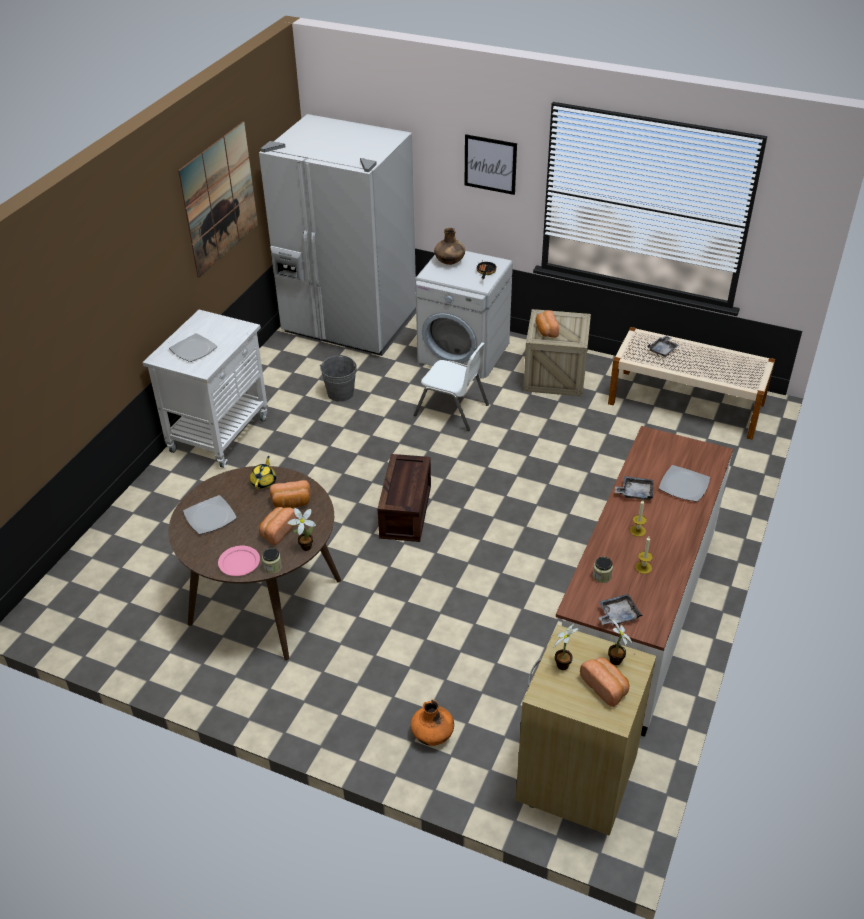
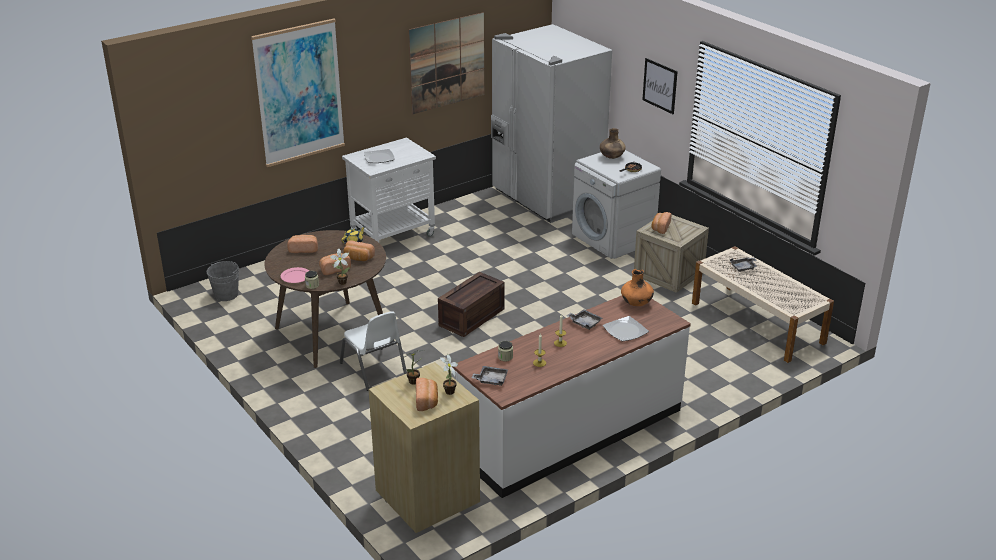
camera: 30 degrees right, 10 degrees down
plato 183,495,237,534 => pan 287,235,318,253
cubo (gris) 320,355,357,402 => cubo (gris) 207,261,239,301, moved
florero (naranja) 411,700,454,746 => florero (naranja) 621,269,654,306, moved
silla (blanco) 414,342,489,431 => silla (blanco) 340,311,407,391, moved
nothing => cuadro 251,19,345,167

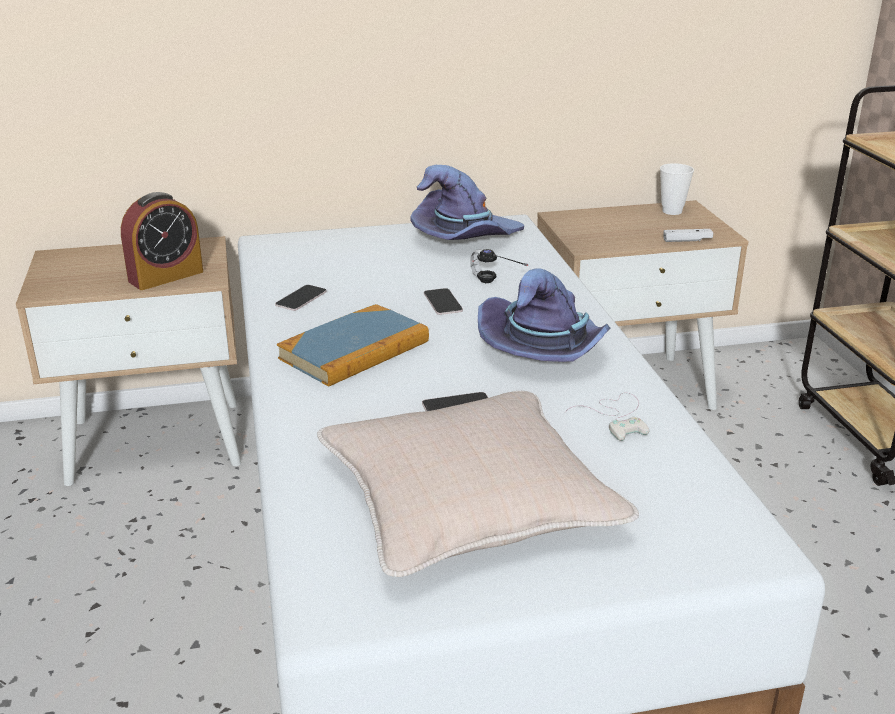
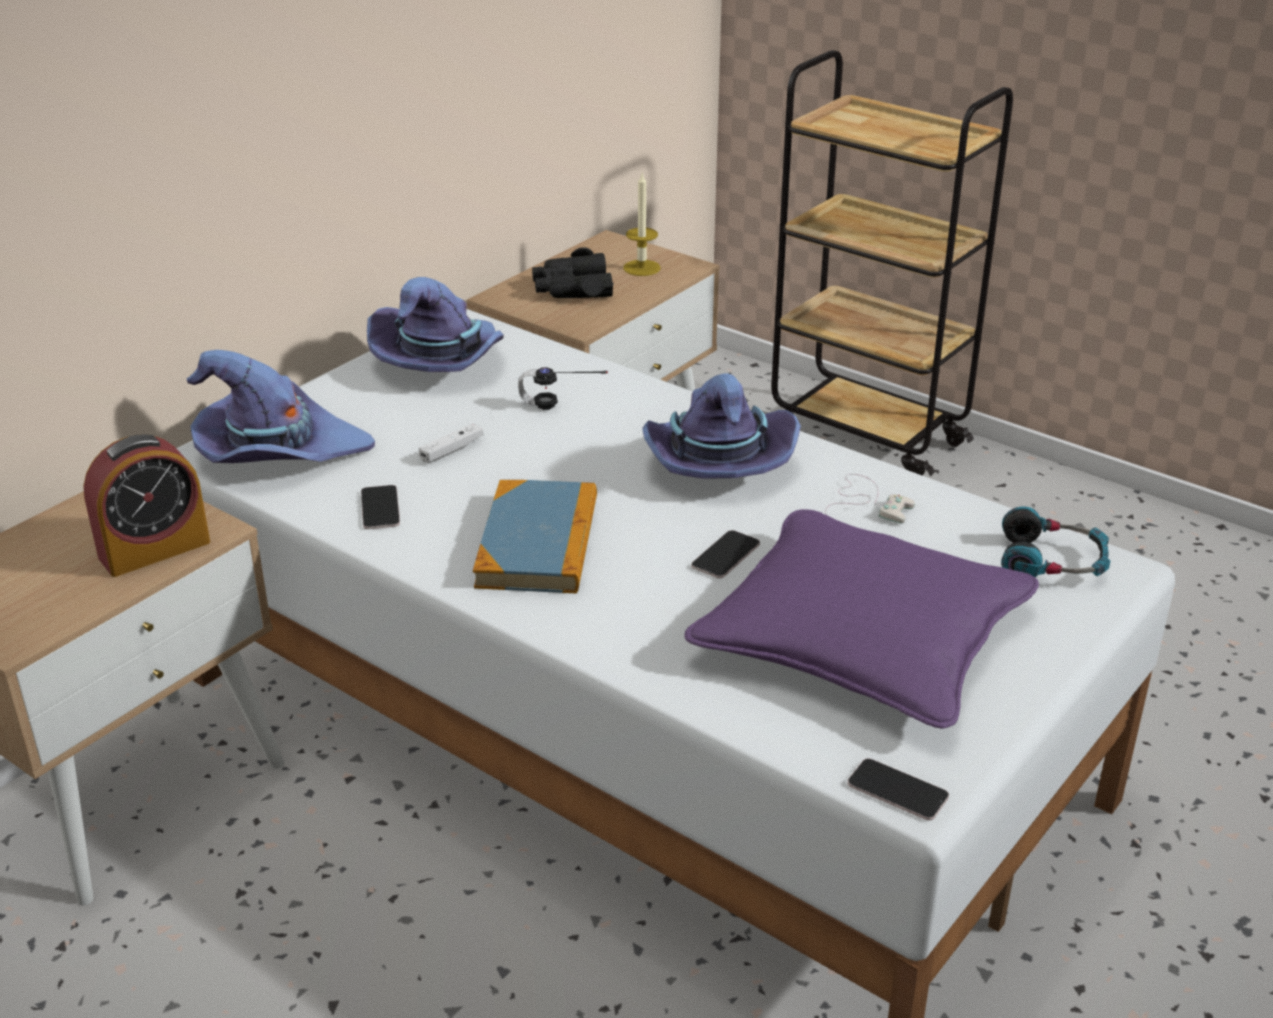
camera: 40 degrees left, 5 degrees up
despertador 121,192,203,290 => despertador 83,434,210,577, 45 degrees clockwise
cojín (beis) 317,391,639,577 => cojín (morado) 684,509,1039,729
móvil 424,288,463,315 => móvil 847,758,949,820, moved
taza 660,163,694,215 => nothing
mando de consola (blanco) 663,229,713,242 => mando de consola (blanco) 419,423,483,464, moved
nothing => sombrero (morado) 187,350,375,463
nothing => prismáticos (negro) 532,248,613,298
nothing => vela 623,174,661,276
nothing => auriculares 1001,506,1111,577

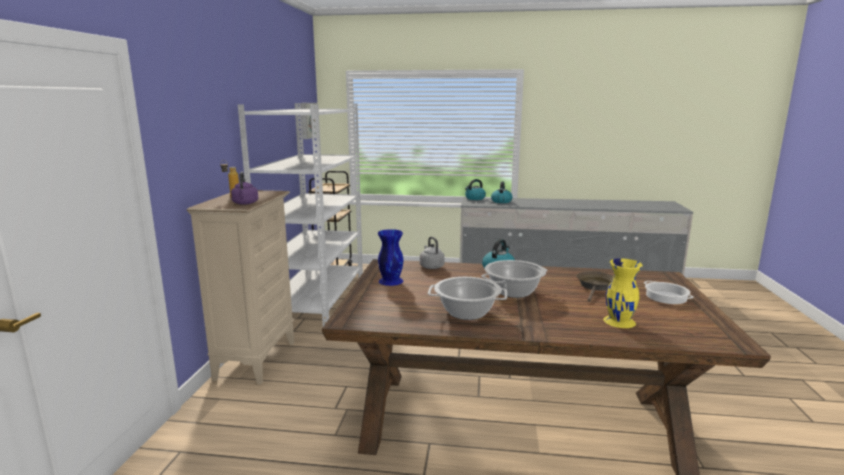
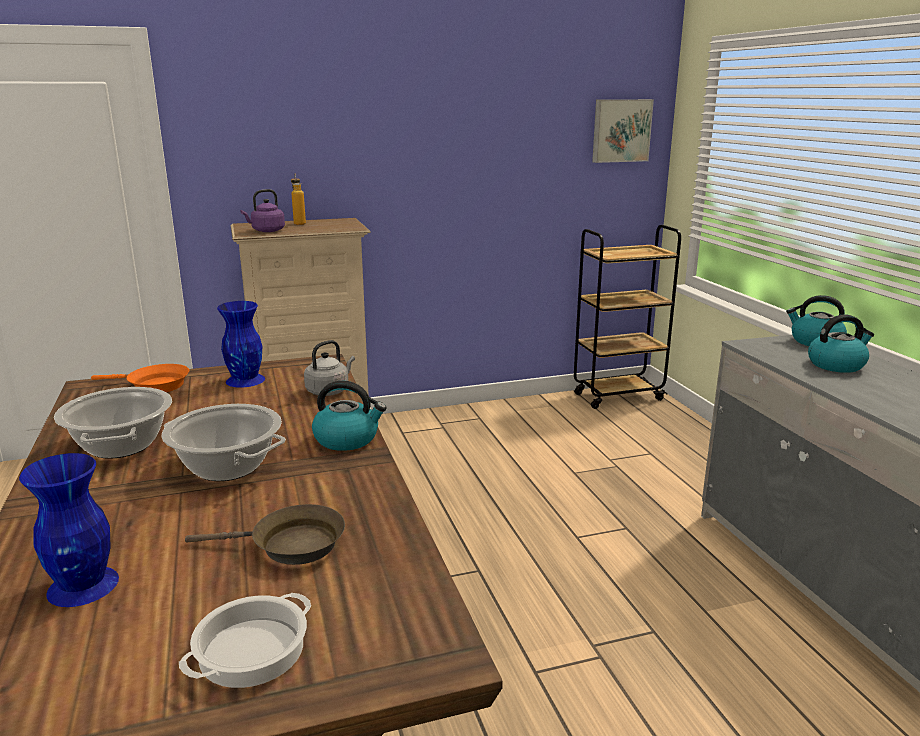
camera: 65 degrees right, 5 degrees up
estantería (blanco) 238,103,363,326 => nothing
florero (amarillo) 603,258,643,328 => florero (azul) 19,453,119,607
nothing => sartén (naranja) 91,364,189,392

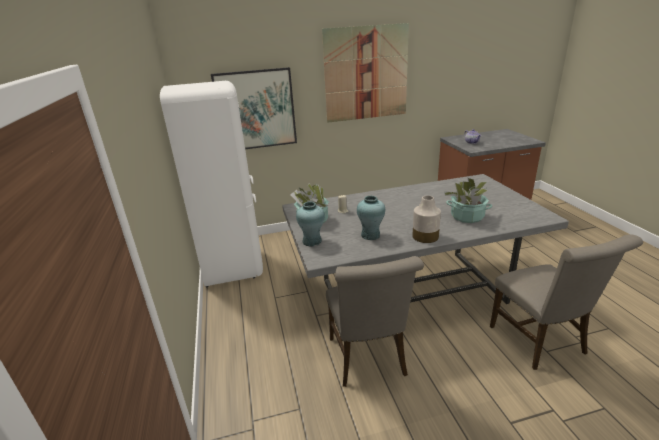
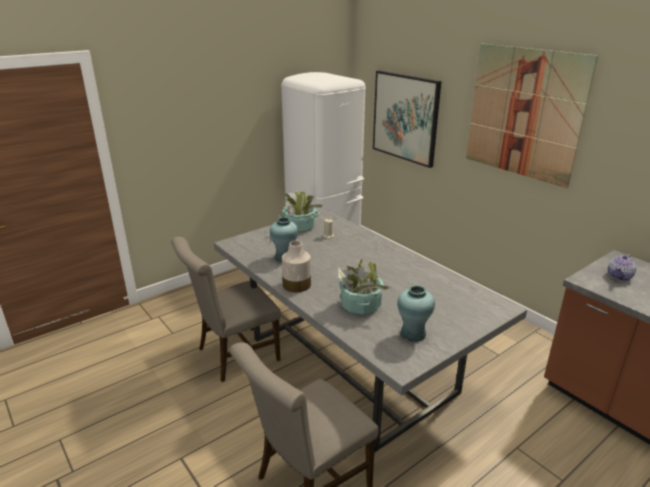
camera: 65 degrees right, 0 degrees up
florero (turquesa) 296,201,325,246 => florero (turquesa) 397,285,435,342, moved

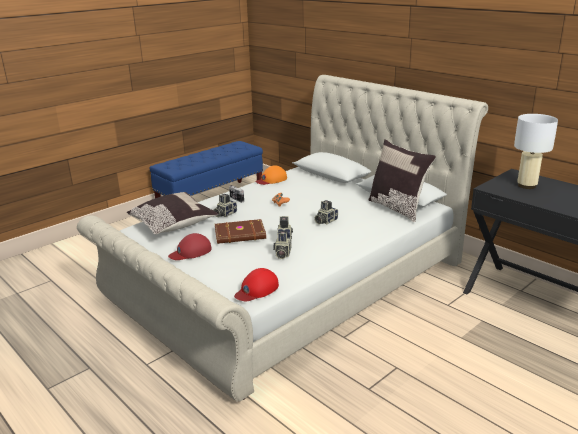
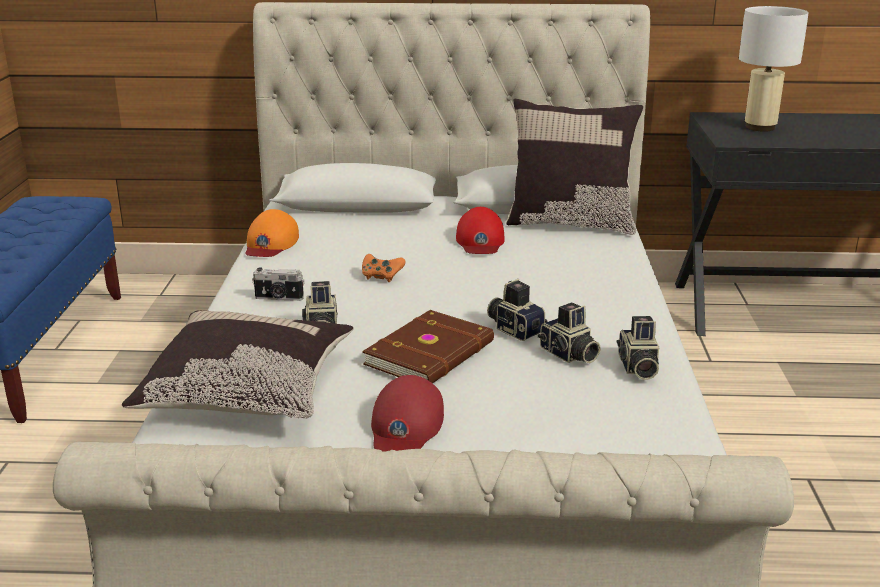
camera: 45 degrees left, 0 degrees up
gorra (rojo) 234,268,279,301 => gorra (rojo) 456,207,505,254, moved
cámara 314,200,338,224 => cámara 617,316,659,380, moved

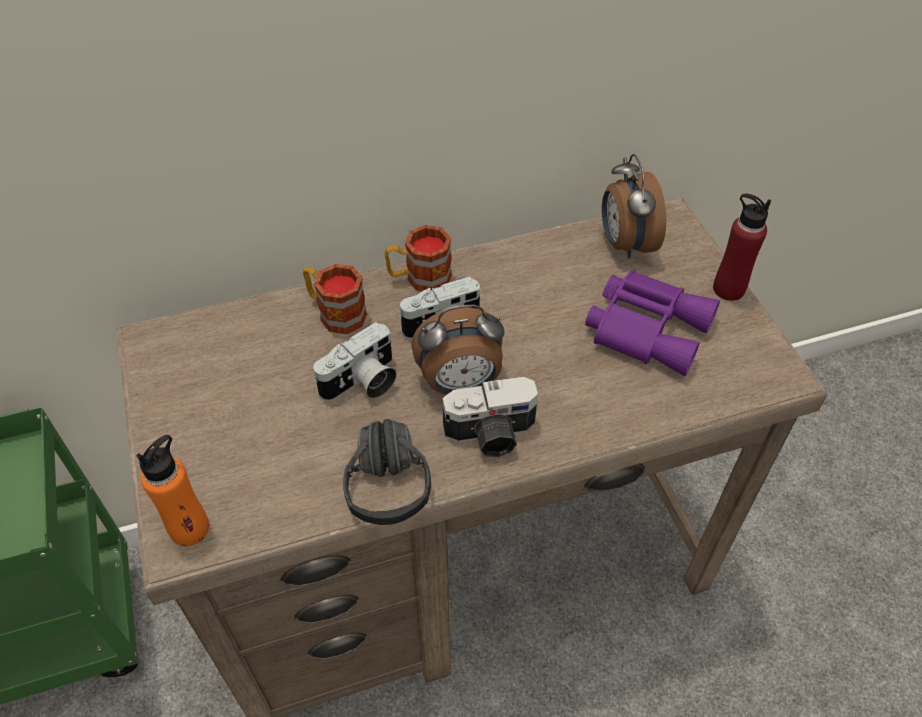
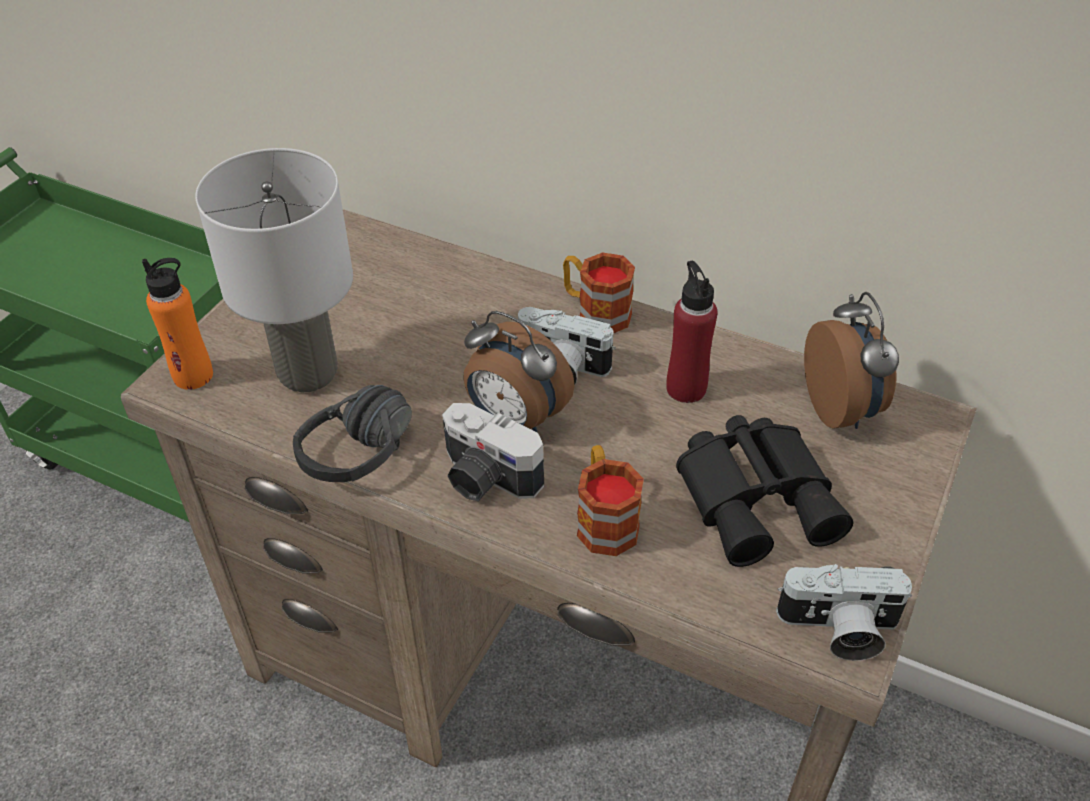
camera: 45 degrees right, 5 degrees down
taza grande 303,264,367,334 => taza grande 577,445,644,556, moved
cámara 313,322,397,401 => cámara 776,564,912,661, moved
prismáticos (morado) 585,270,720,376 => prismáticos (negro) 676,415,853,567
despertador 602,154,666,259 => despertador 804,292,899,429, 135 degrees clockwise
botella (rojo) 713,193,771,301 => botella (rojo) 666,261,718,403, moved
nothing => lámpara de mesa (blanco) 195,148,353,393

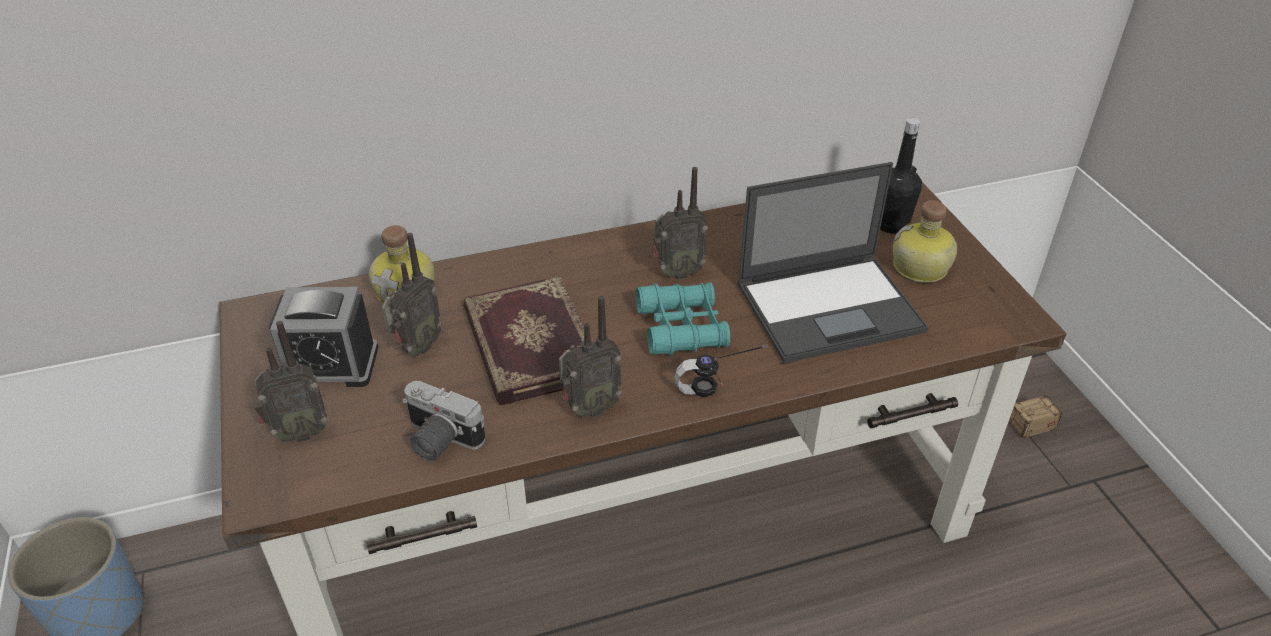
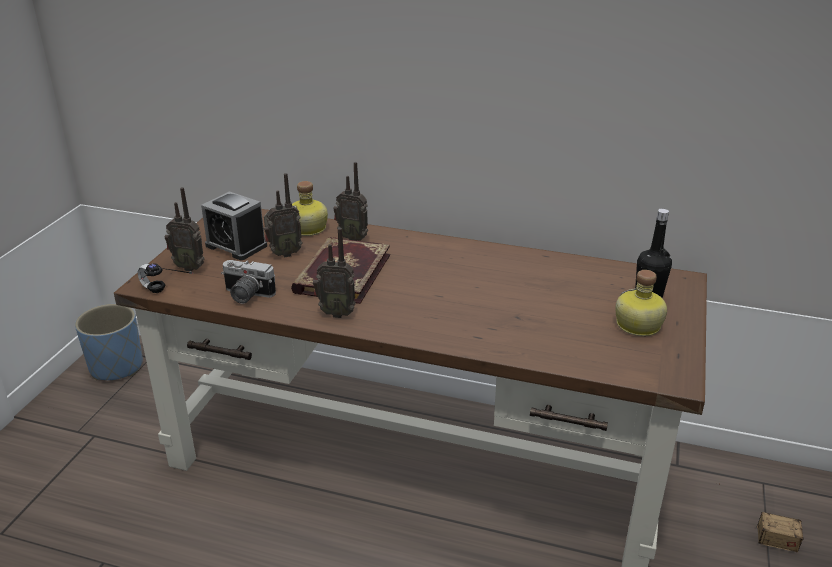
camera: 35 degrees right, 10 degrees down
cámara 402,381,485,461 => cámara 221,260,276,304, 45 degrees counterclockwise
prismáticos (turquesa) 636,282,730,355 => nothing
radio 654,167,708,280 => radio 333,162,368,241, moved
auriculares 674,345,768,397 => auriculares 138,263,193,293, moved
portátil 738,162,929,363 => nothing

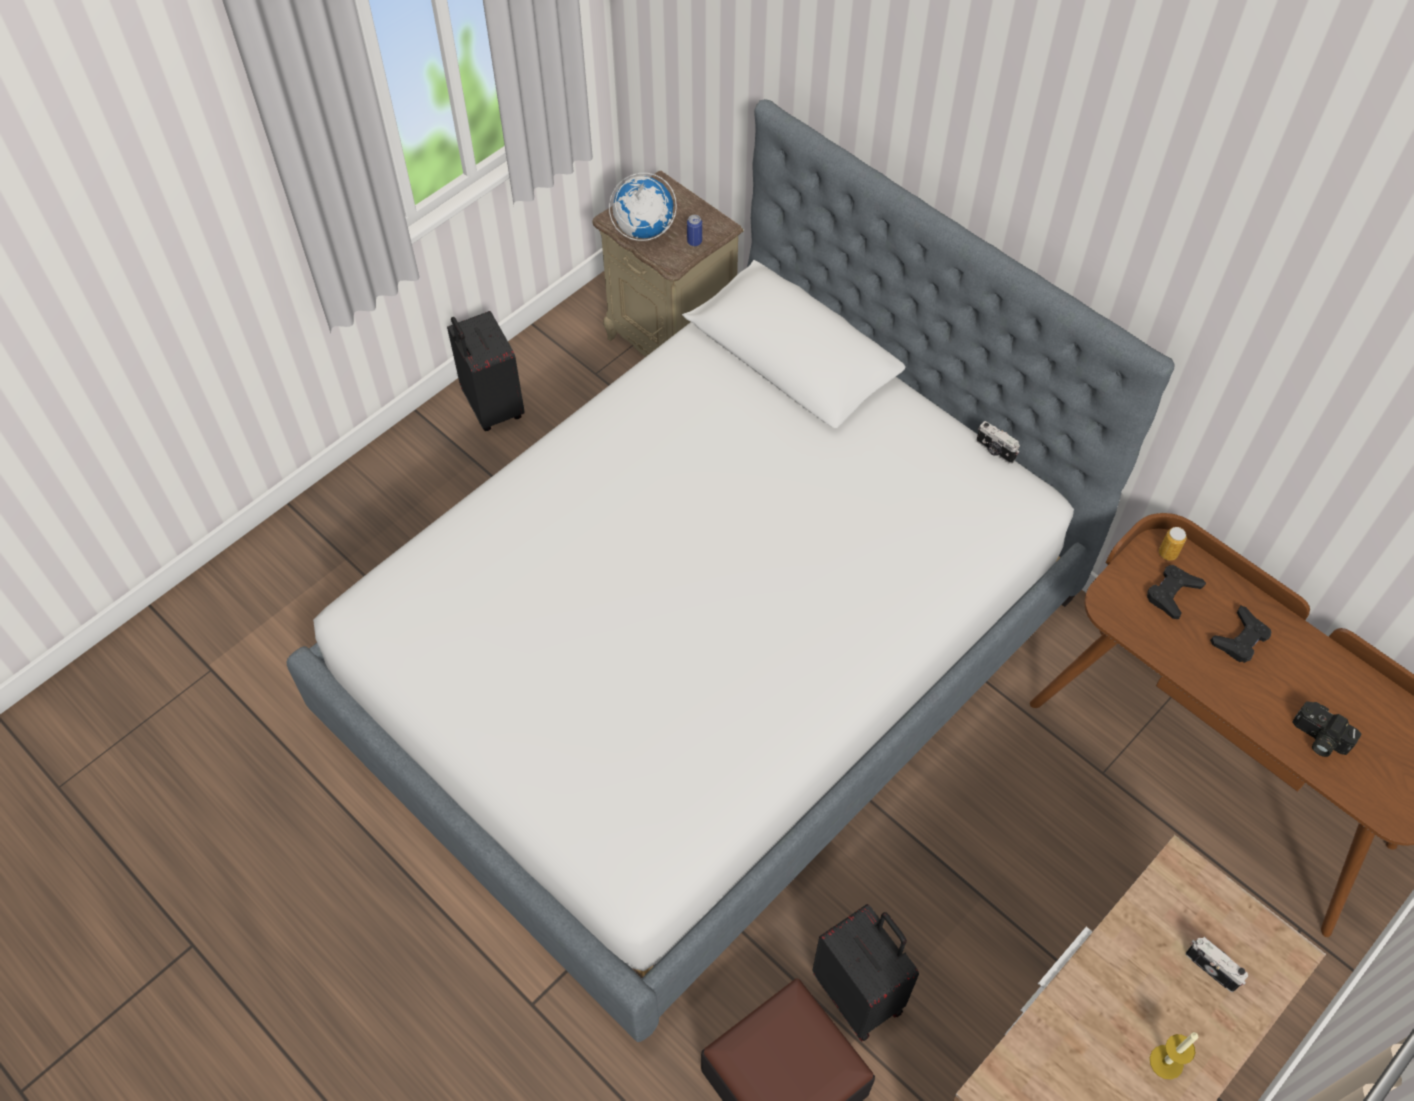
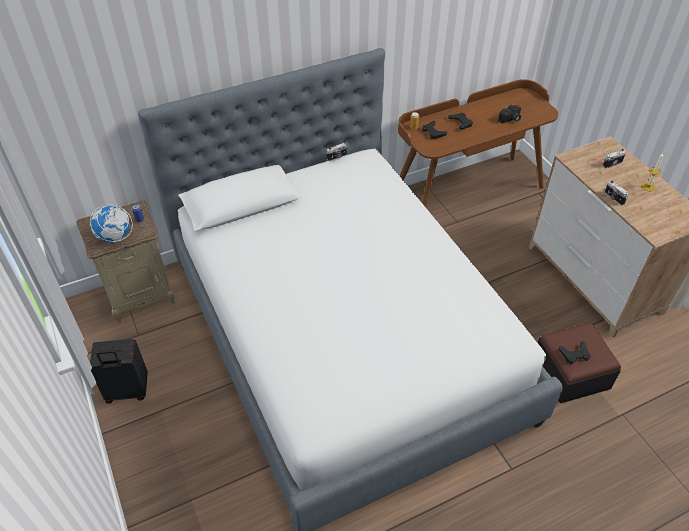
camera: 70 degrees left, 10 degrees down
maleta (negro) 812,904,919,1041 => nothing
nothing => mando de consola (negro) 559,341,591,364
nothing => cámara 604,181,628,206

